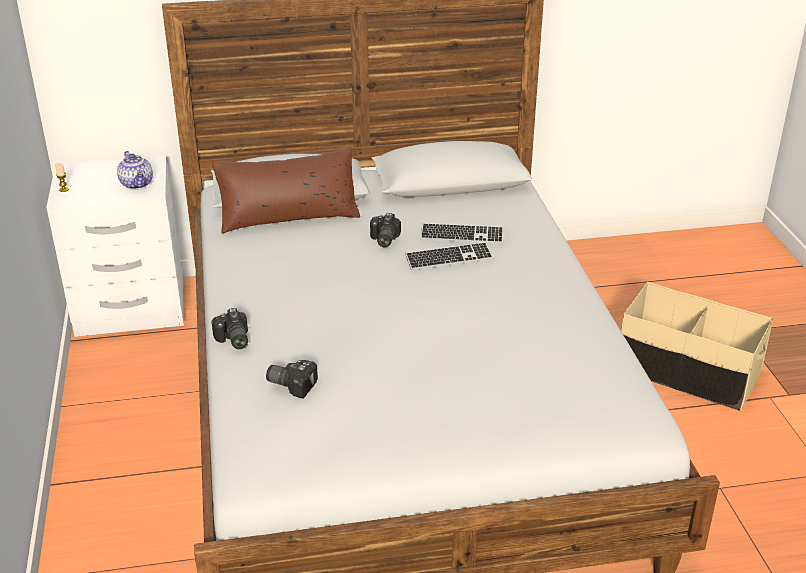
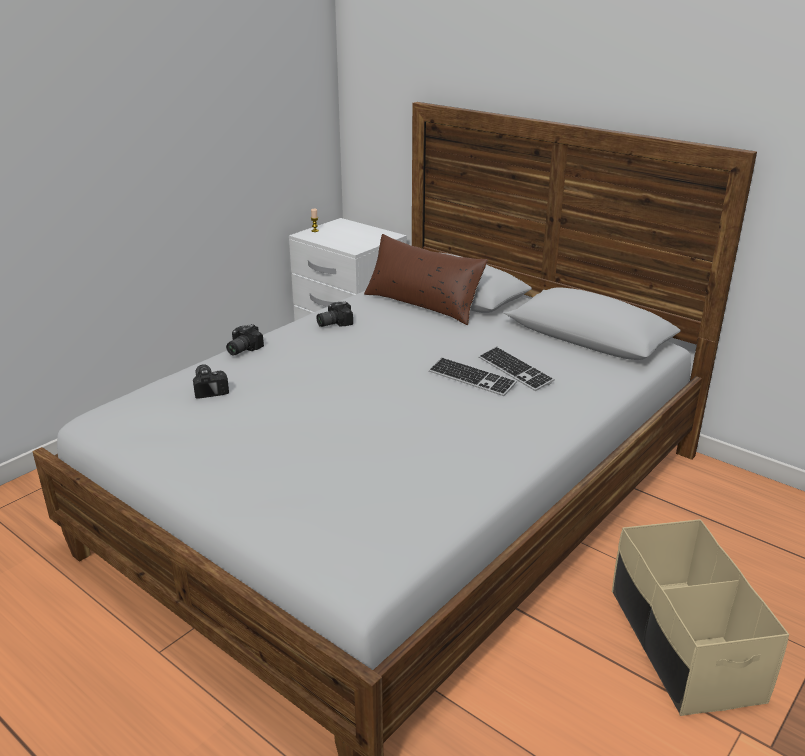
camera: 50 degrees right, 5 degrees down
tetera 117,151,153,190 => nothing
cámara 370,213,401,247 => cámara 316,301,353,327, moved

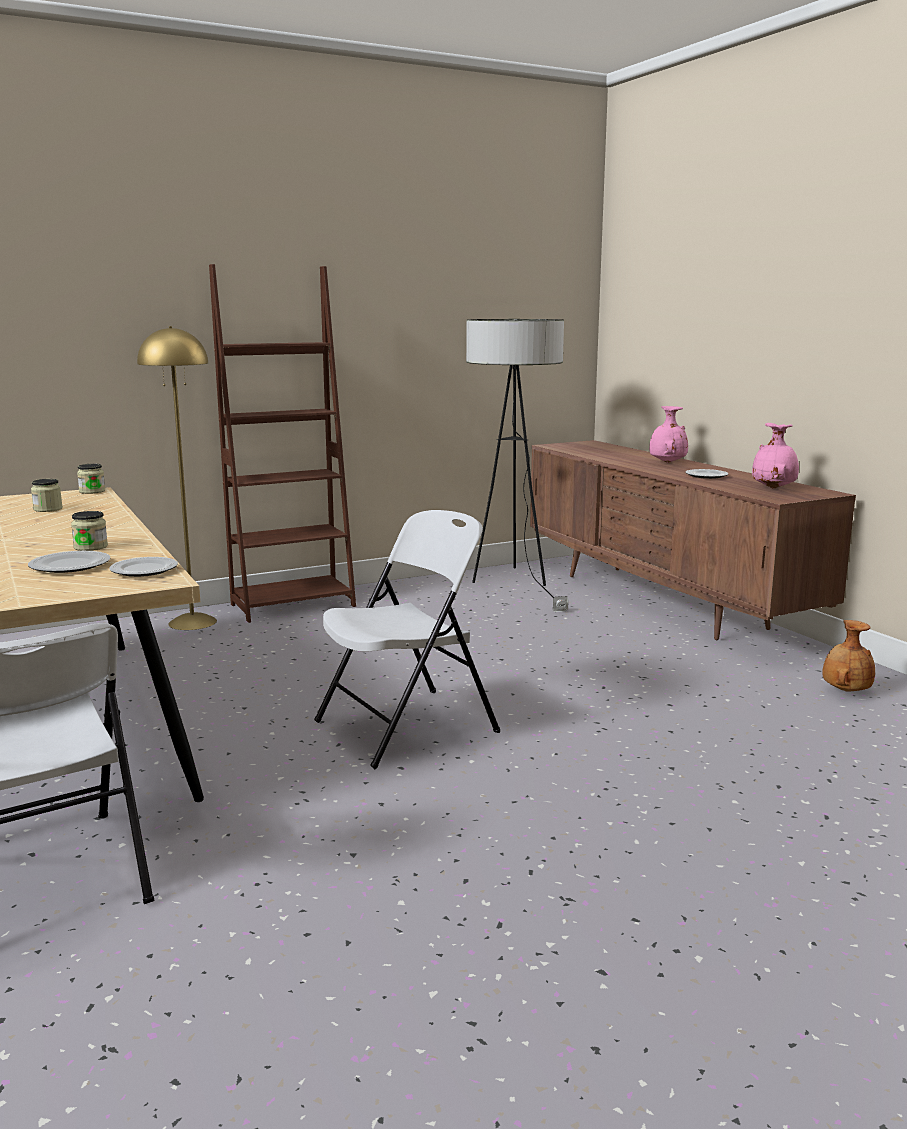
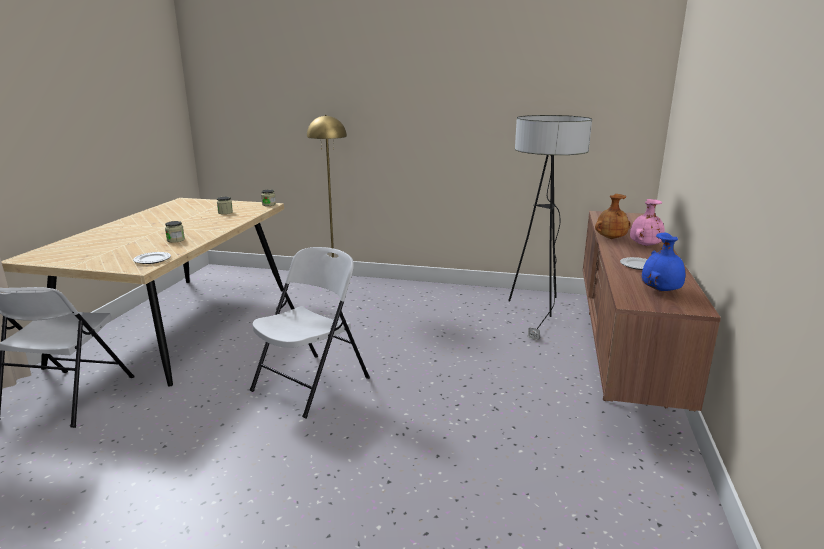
camera: 40 degrees right, 5 degrees up
plato 28,551,111,573 => nothing
estantería (marrón) 209,264,356,623 => nothing
silla (blanco) 314,510,500,769 => silla (blanco) 250,247,370,419, 60 degrees counterclockwise
florero (rosa) 752,423,799,489 => florero (azul) 642,233,685,292
florero (marrón) 822,620,875,692 => florero (marrón) 595,194,631,239, moved

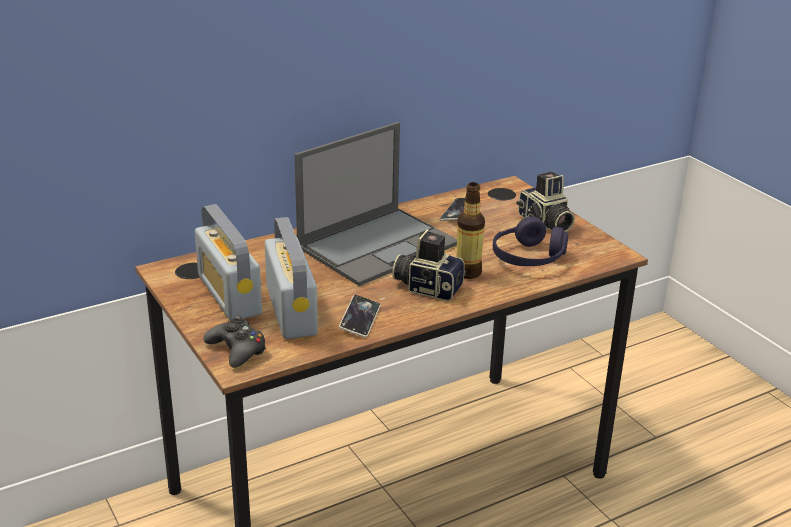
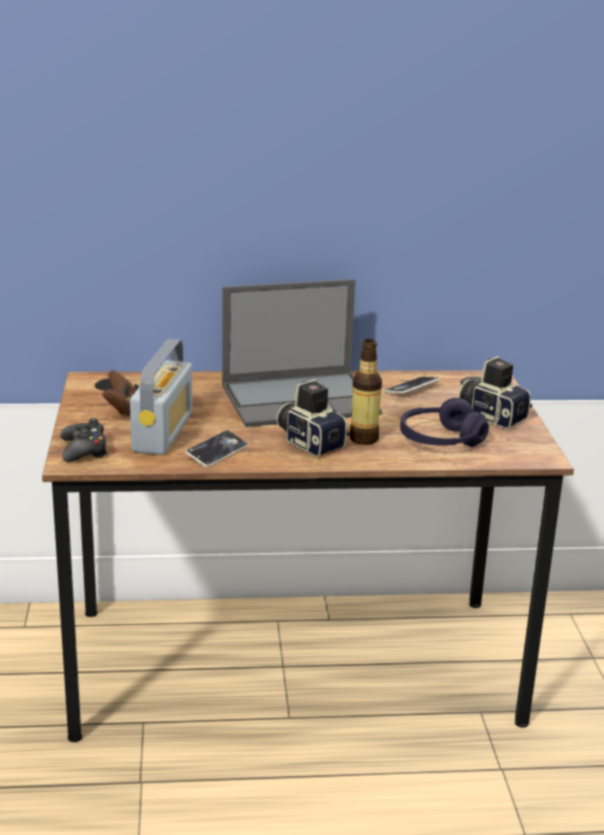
camera: 25 degrees right, 5 degrees down
radio 195,204,262,321 => mando de consola (marrón) 102,370,139,416
cámara 516,172,575,232 => cámara 459,356,532,429, 135 degrees clockwise

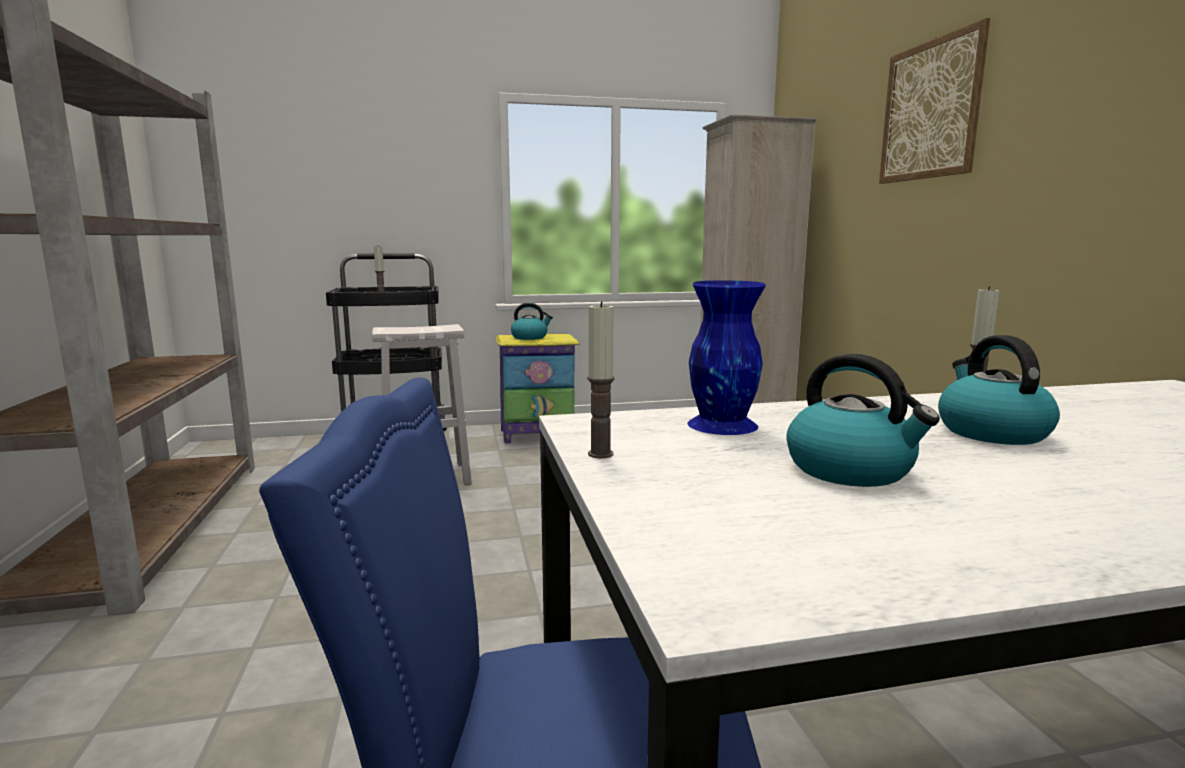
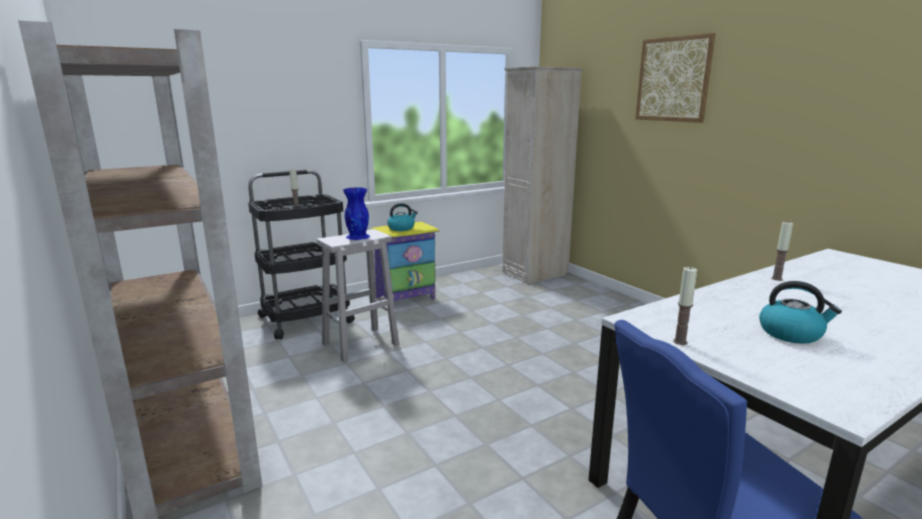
camera: 20 degrees left, 5 degrees up
florero (azul) 687,281,766,435 => florero (azul) 343,188,370,240, moved
hervidor 938,335,1060,445 => nothing

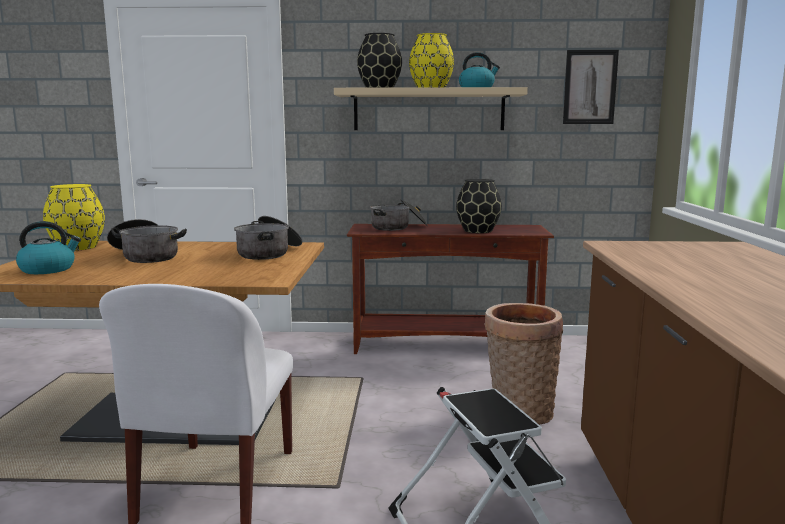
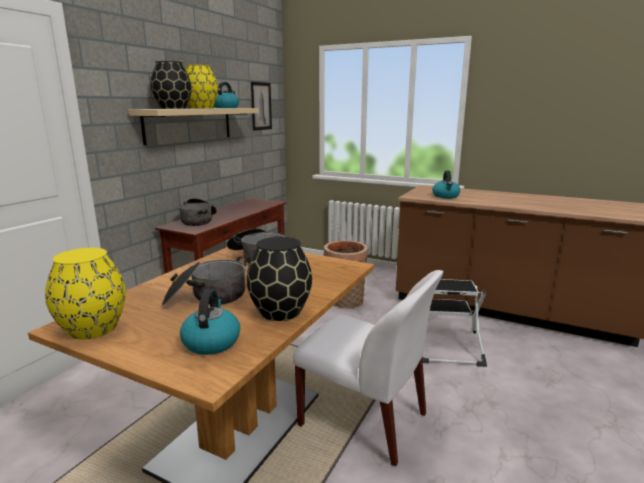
camera: 65 degrees left, 5 degrees up
florero (negro) 456,179,502,233 => florero (negro) 247,237,312,321, moved
nothing => hervidor 432,170,460,198

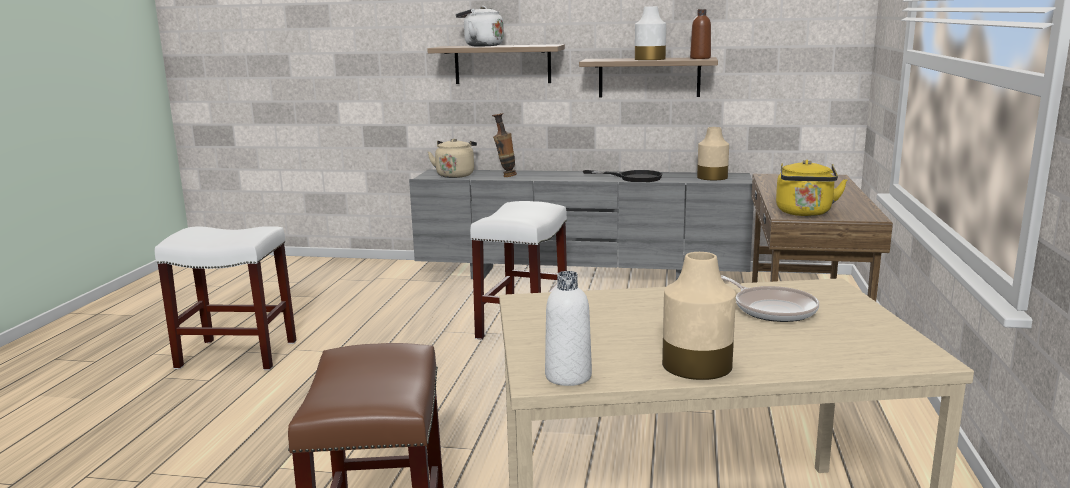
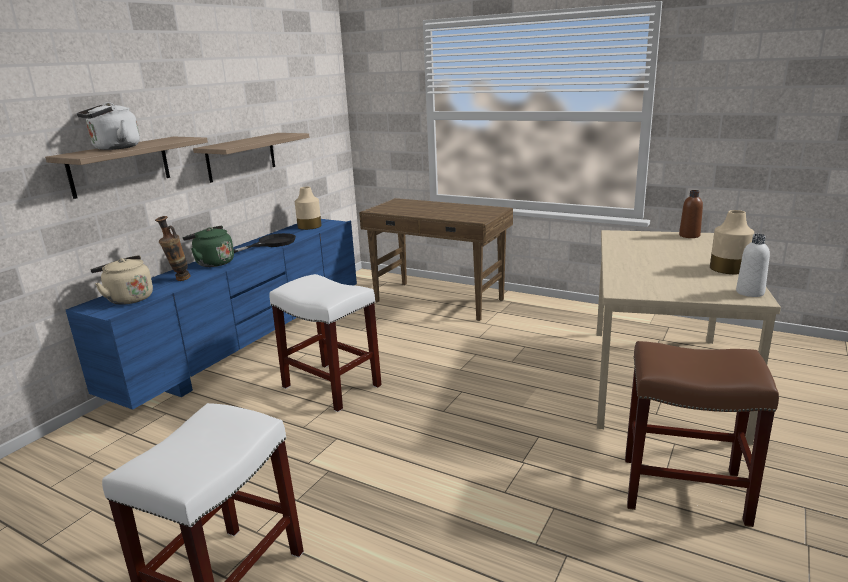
camera: 70 degrees left, 5 degrees up
armario (gris) 409,169,754,280 => armario (azul) 66,219,357,410
florero (blanco) 635,6,666,60 => nothing
botella (marrón) 690,9,711,59 => botella (marrón) 679,190,703,238, moved
sartén 721,275,819,322 => nothing
hervidor (amarillo) 776,160,847,216 => nothing
nothing => hervidor (verde) 183,226,234,267

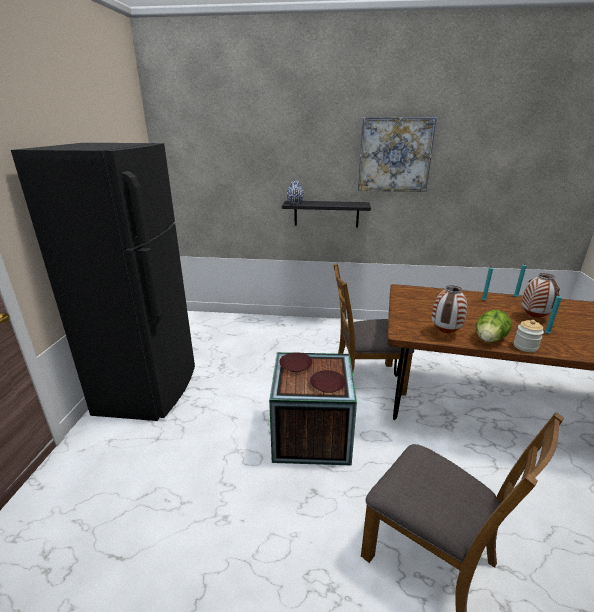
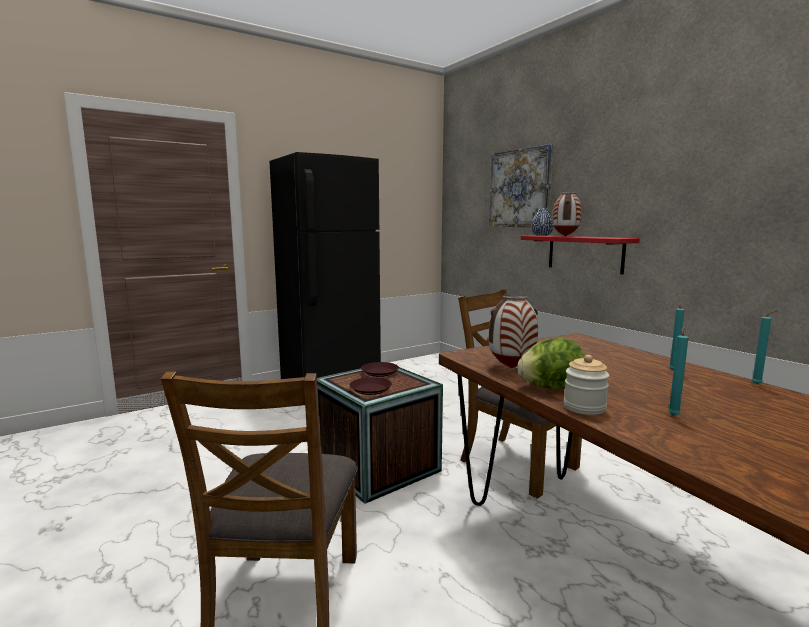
camera: 50 degrees right, 15 degrees down
estante (negro) 282,200,371,228 => estante (rojo) 521,235,640,274
cuadro 358,117,437,192 => cuadro 489,144,553,227, moved
florero 522,273,560,318 => florero 552,192,582,236, moved

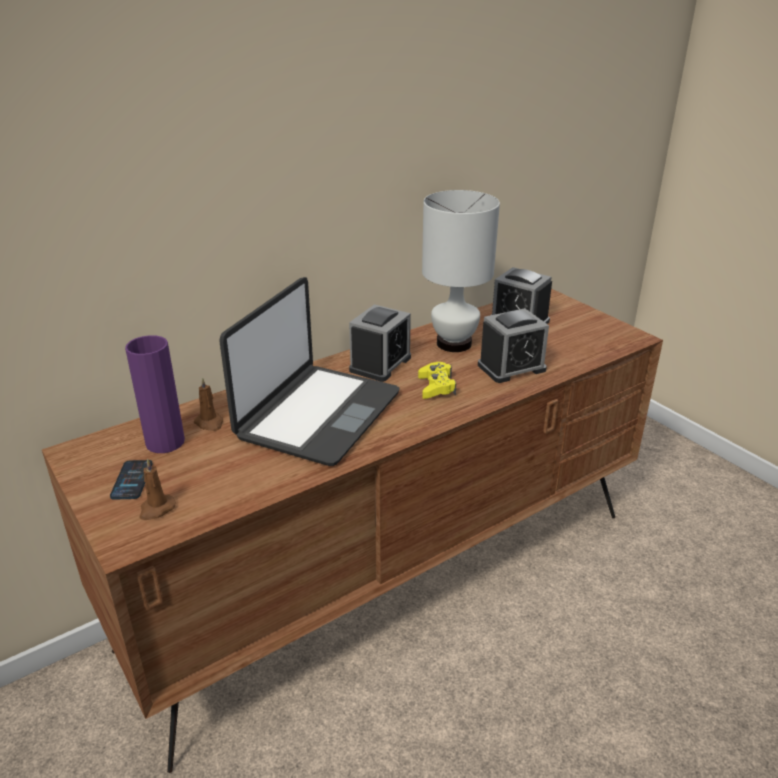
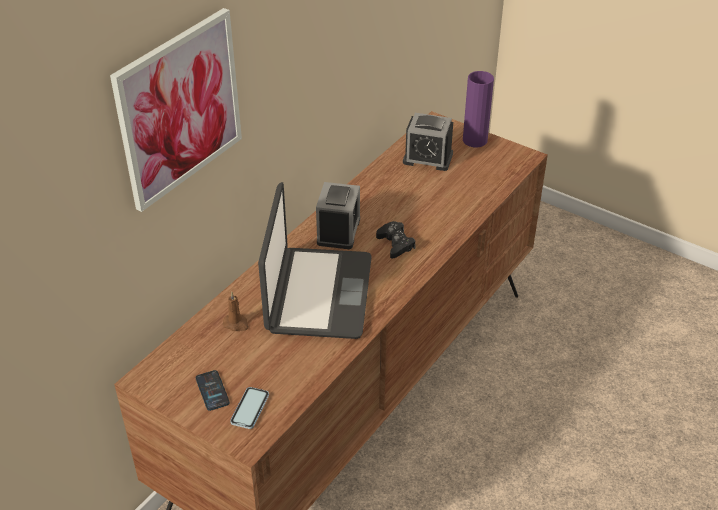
camera: 20 degrees left, 10 degrees up
florero (morado) 125,335,185,453 => florero (morado) 463,71,494,147, moved
vela (marrón) 139,458,176,520 => móvil 230,387,269,429
mando de consola (amarillo) 418,362,456,399 => mando de consola (negro) 376,221,416,259
lámpara de mesa (blanco) 422,190,500,352 => nothing
despertador 478,308,549,383 => nothing
nothing => cuadro 110,8,242,212

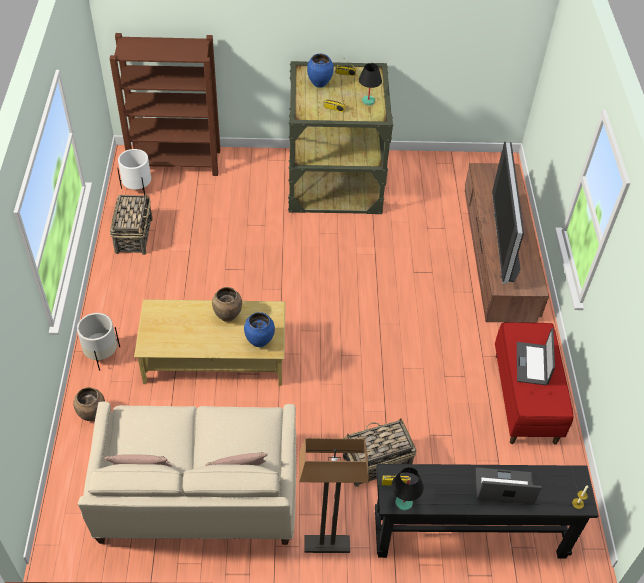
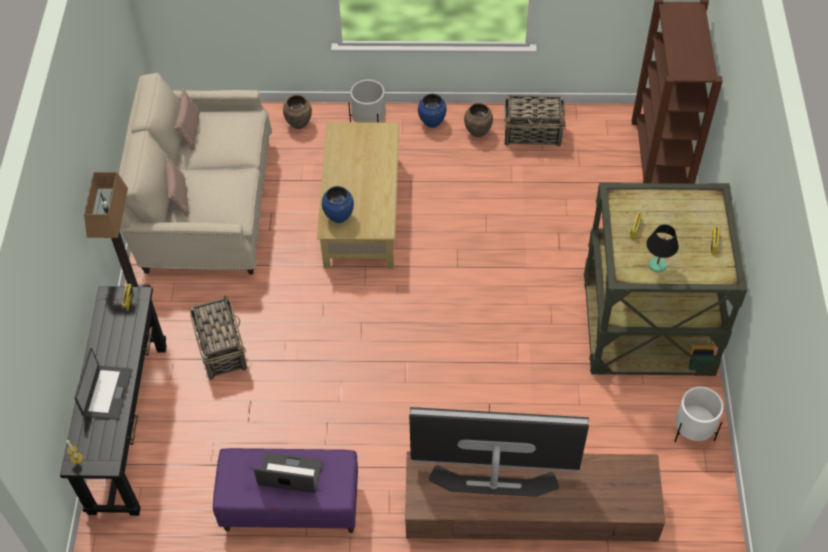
camera: 95 degrees right, 5 degrees up
maceta (blanco) 117,149,151,196 => maceta (blanco) 674,386,724,442, moved
florero (marrón) 212,287,242,322 => florero (marrón) 464,103,493,137, moved
florero (azul) 307,54,334,88 => florero (azul) 418,93,446,128, moved
lámpara de mesa (negro) 392,467,424,511 => nothing
banco (rojo) 495,322,573,445 => banco (morado) 213,448,358,533

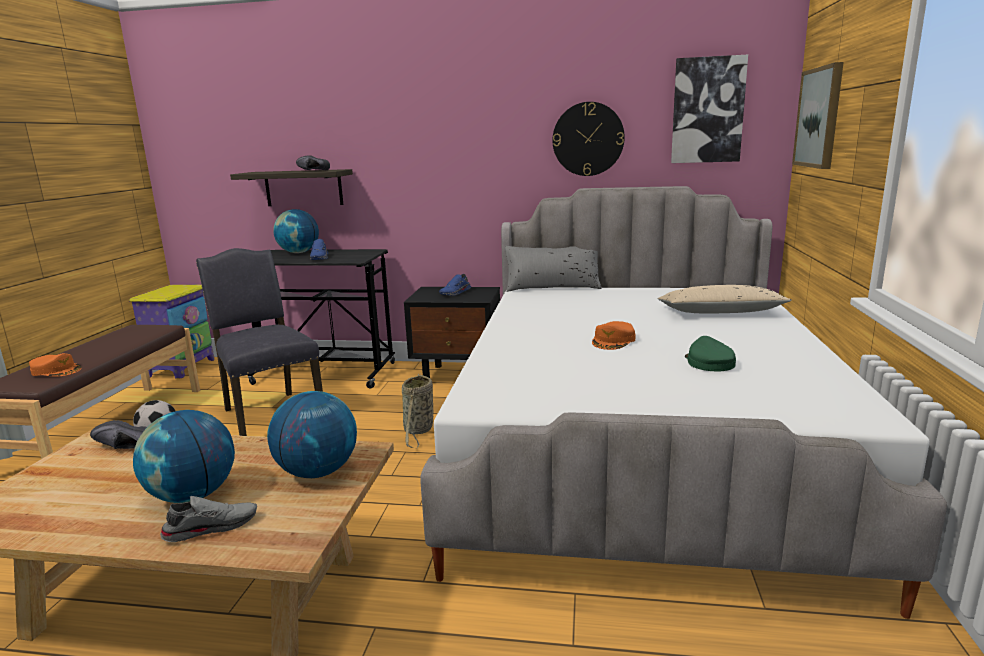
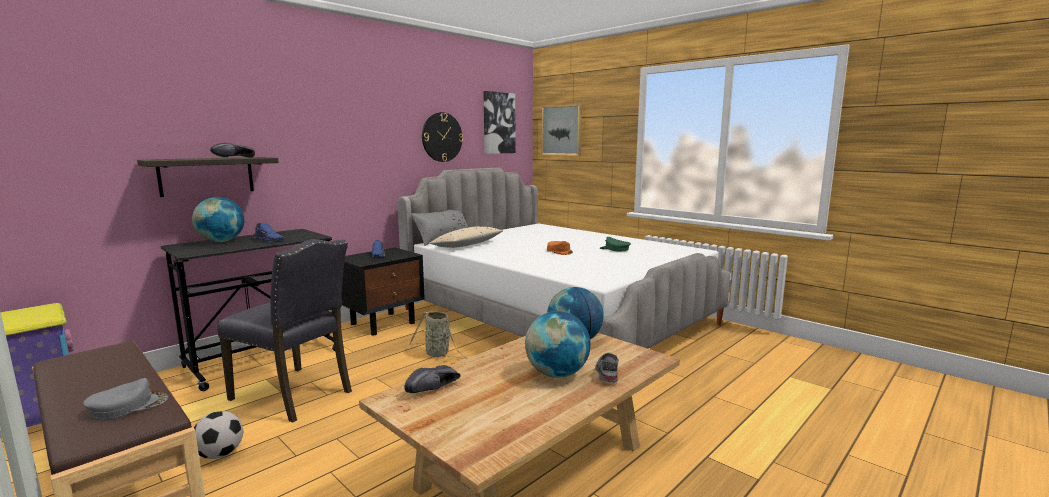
camera: 55 degrees left, 5 degrees down
gorra (naranja) 29,353,82,377 => gorra (gris) 83,378,168,420
silla (gris) 196,248,323,436 => silla (gris) 217,239,352,423, 150 degrees counterclockwise
cojín (beis) 658,285,792,314 => cojín (beis) 429,226,503,248, moved

